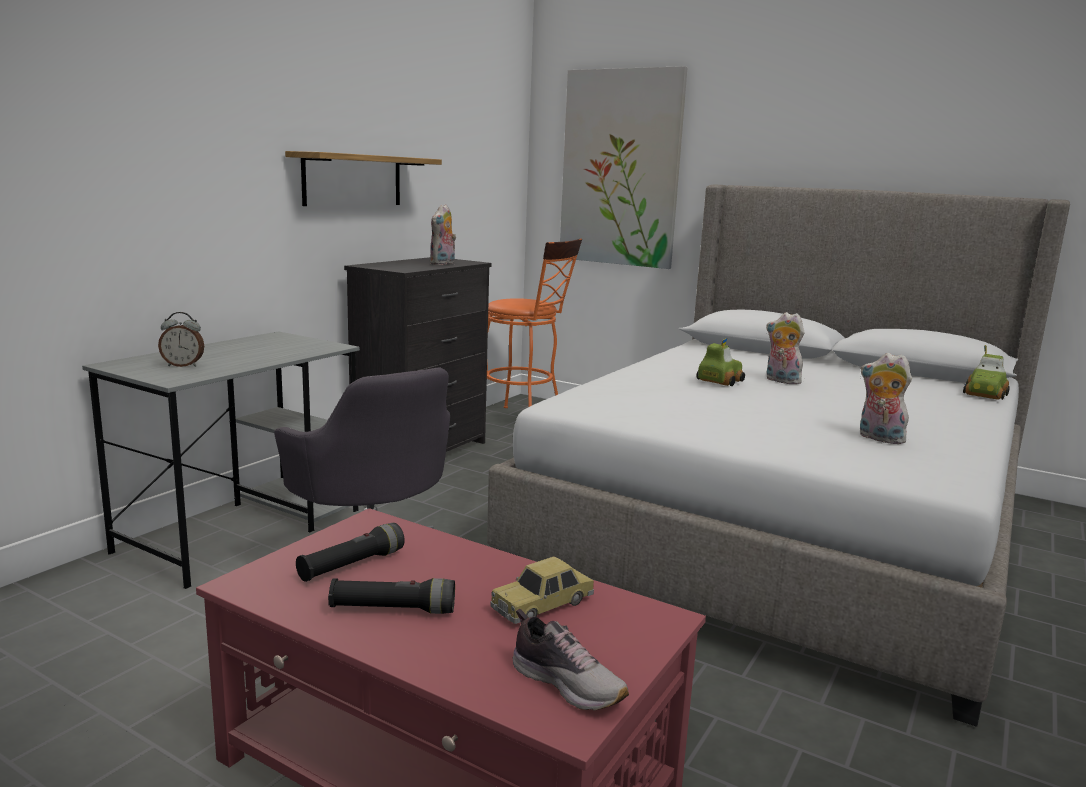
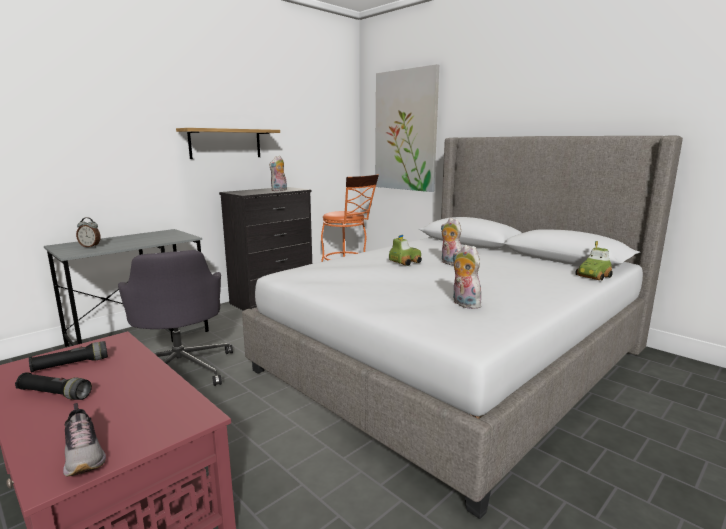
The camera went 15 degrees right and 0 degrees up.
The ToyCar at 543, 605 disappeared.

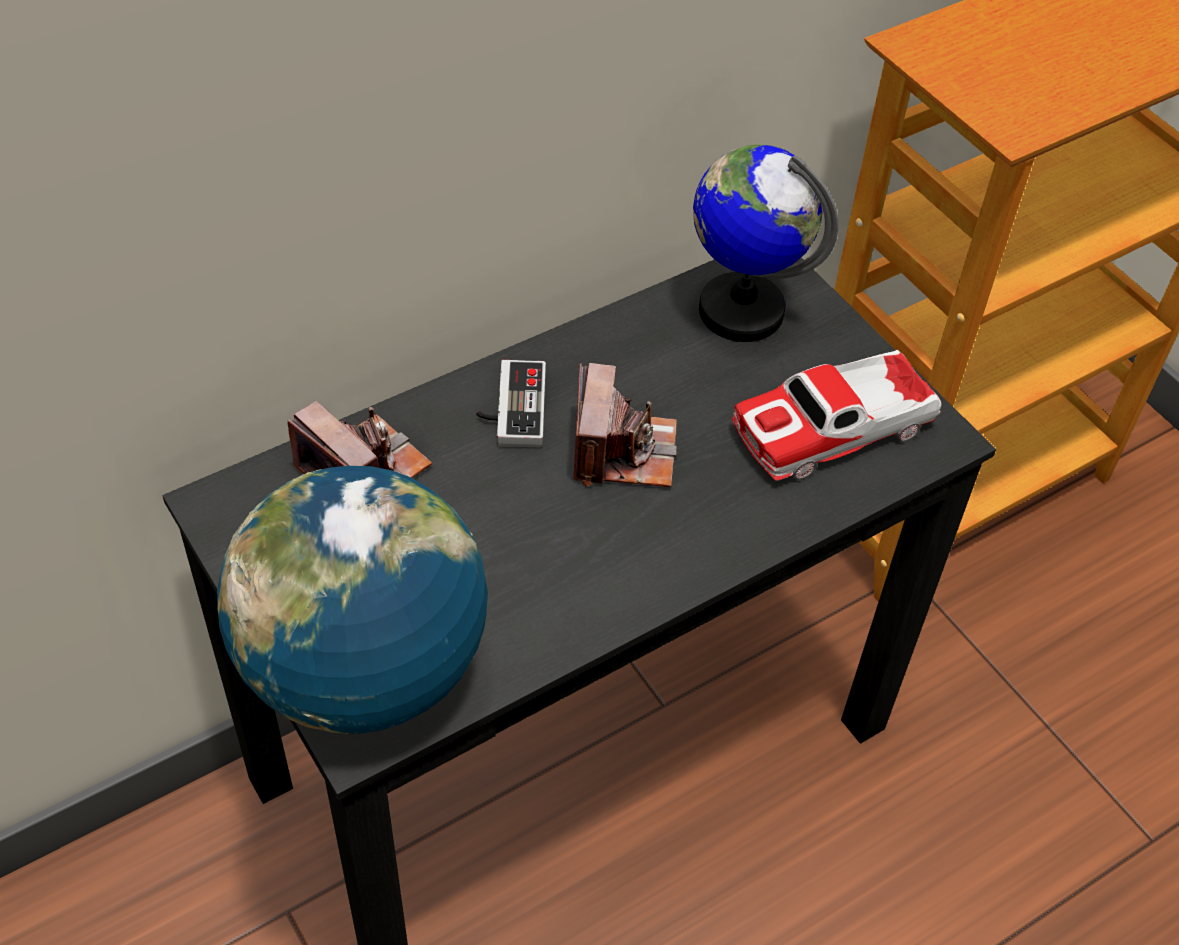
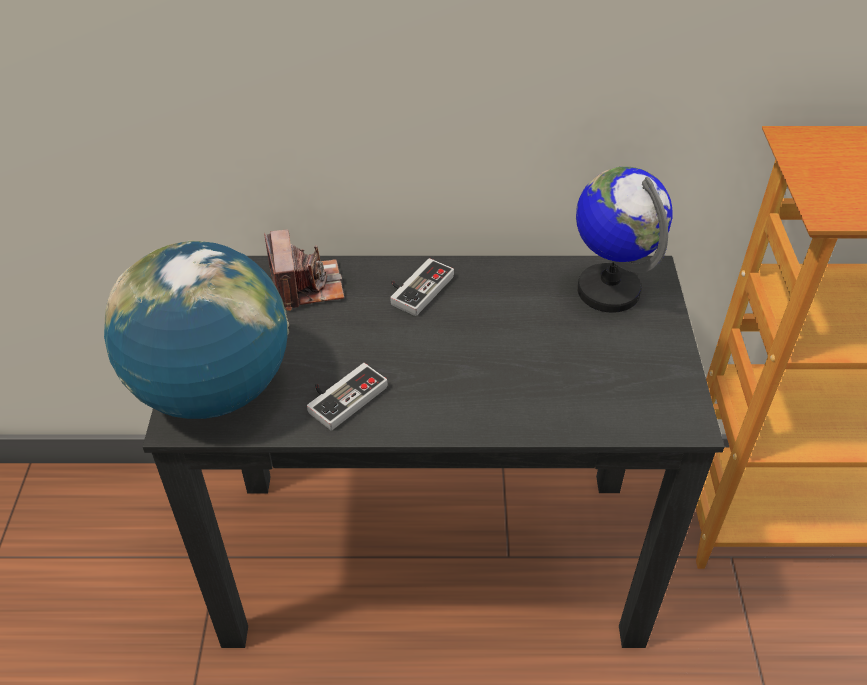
The camera went 35 degrees right and 5 degrees down.
The ToyCar at 833, 428 disappeared.
The StillCamera at 622, 451 disappeared.
The GameController at 342, 395 appeared.

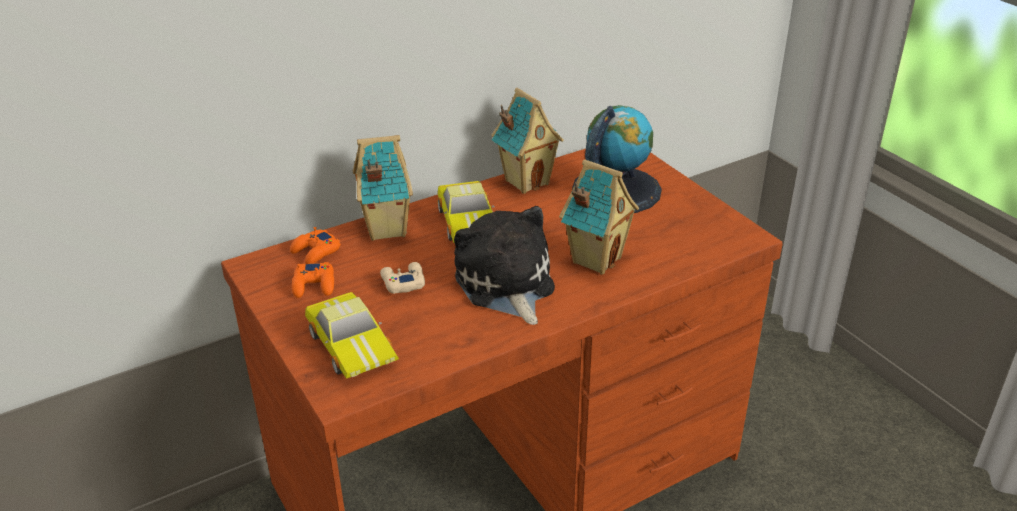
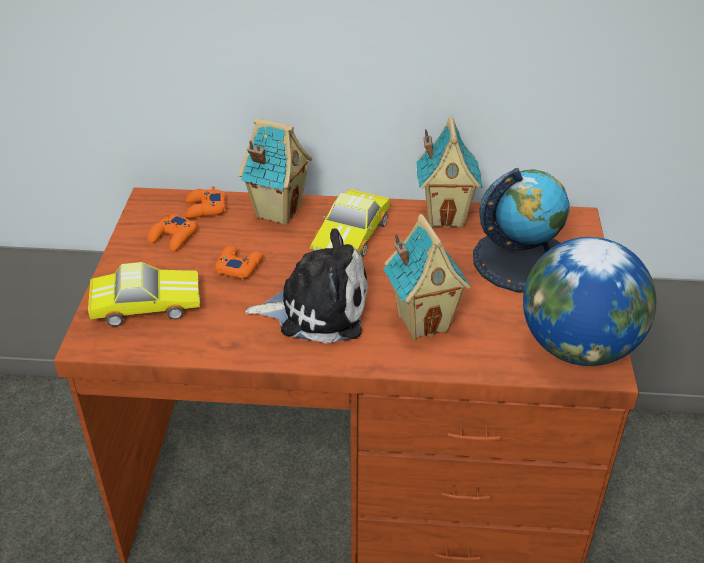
The camera went 35 degrees right and 5 degrees up.
The PlushToy at 506, 285 turned 75 degrees clockwise.
The BeigeGameController at 403, 282 became the OrangeGameController at 239, 266.
The ToyCar at 353, 344 turned 105 degrees counterclockwise.
The WorldGlobe at 578, 347 appeared.

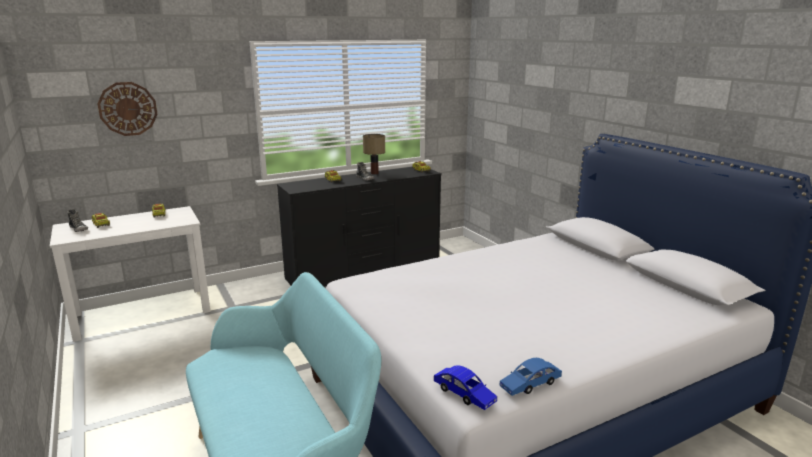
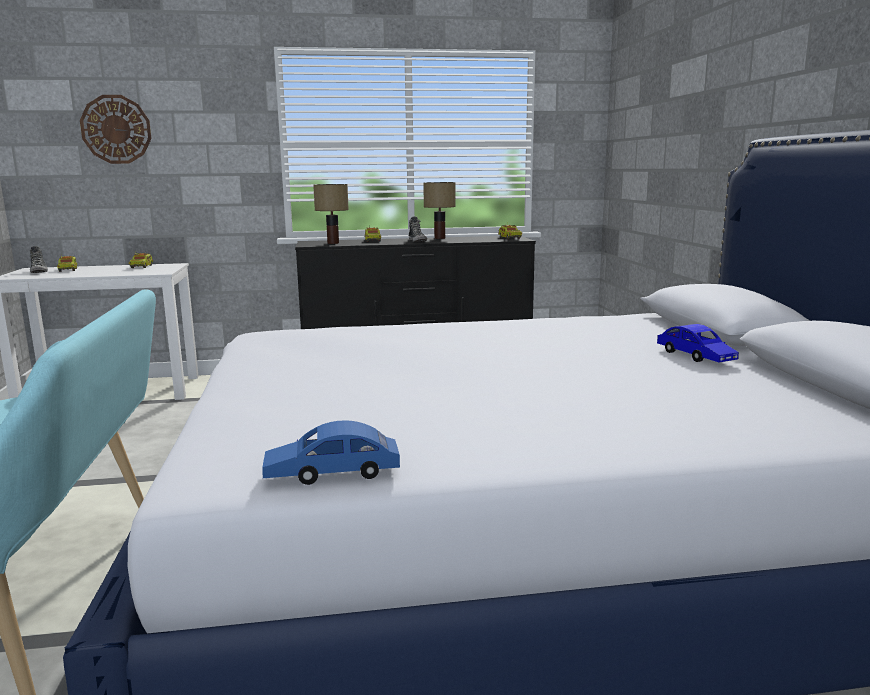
The camera went 20 degrees right and 5 degrees down.
The BluishToyCar moved from 464, 394 to 695, 356.
The LampForATable at 333, 243 appeared.

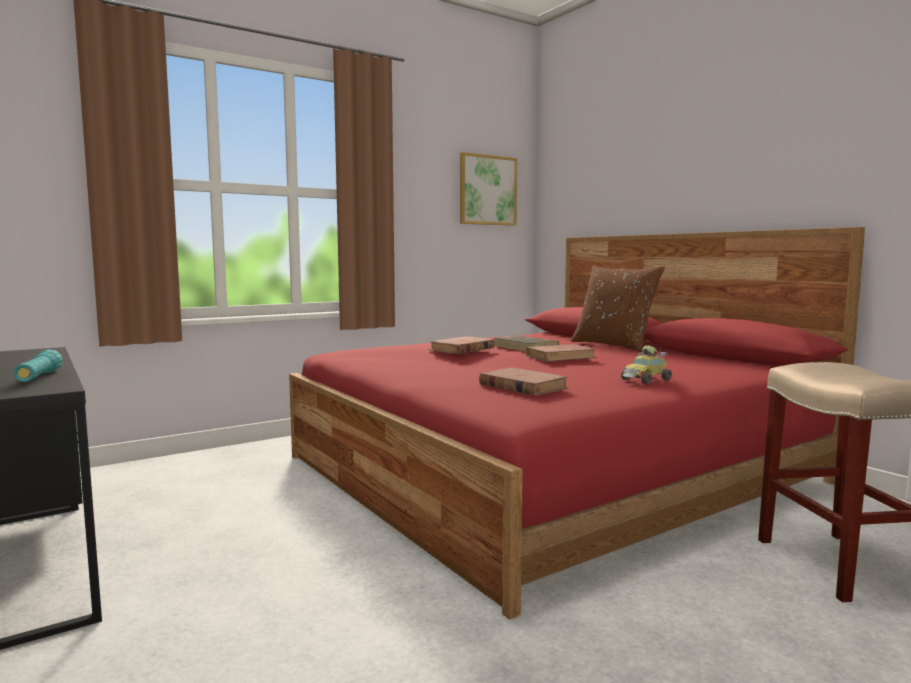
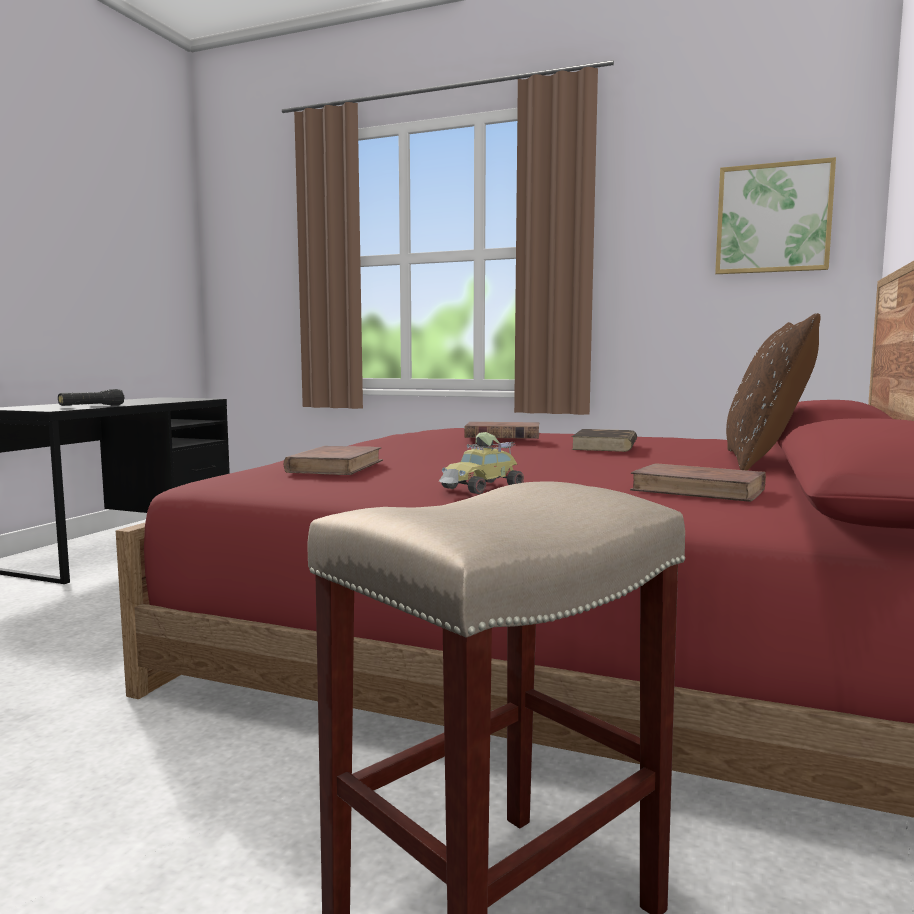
The camera went 55 degrees right and 0 degrees up.
The BrownColouredBoundBook moved from 560, 357 to 698, 490.
The ToyCar at 646, 380 turned 60 degrees counterclockwise.
The TurquoiseTorch at 39, 377 became the BlackishTorch at 92, 406.

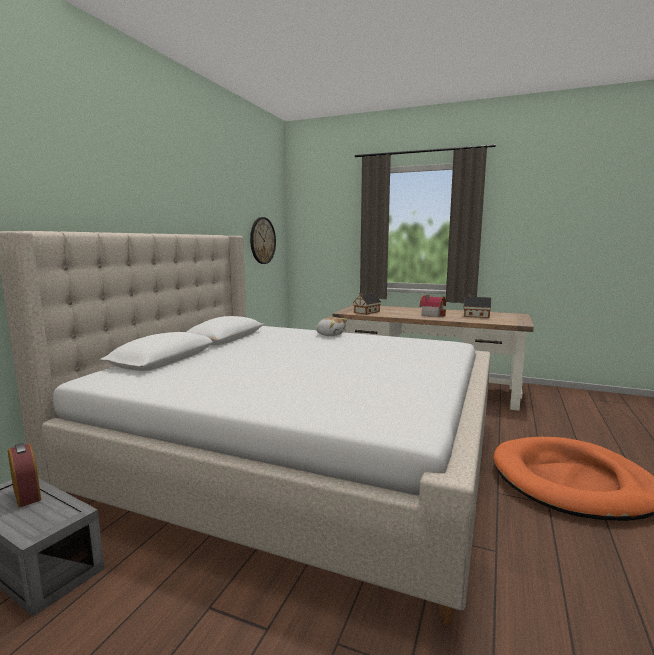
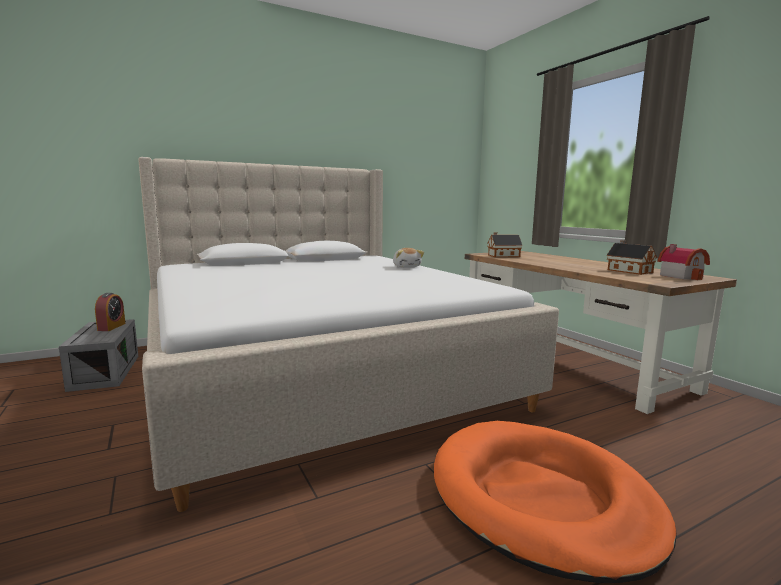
The camera went 40 degrees right and 0 degrees up.
The ClockOnTheWall at 262, 240 disappeared.
The MiniatureHouse moved from 432, 314 to 681, 276.

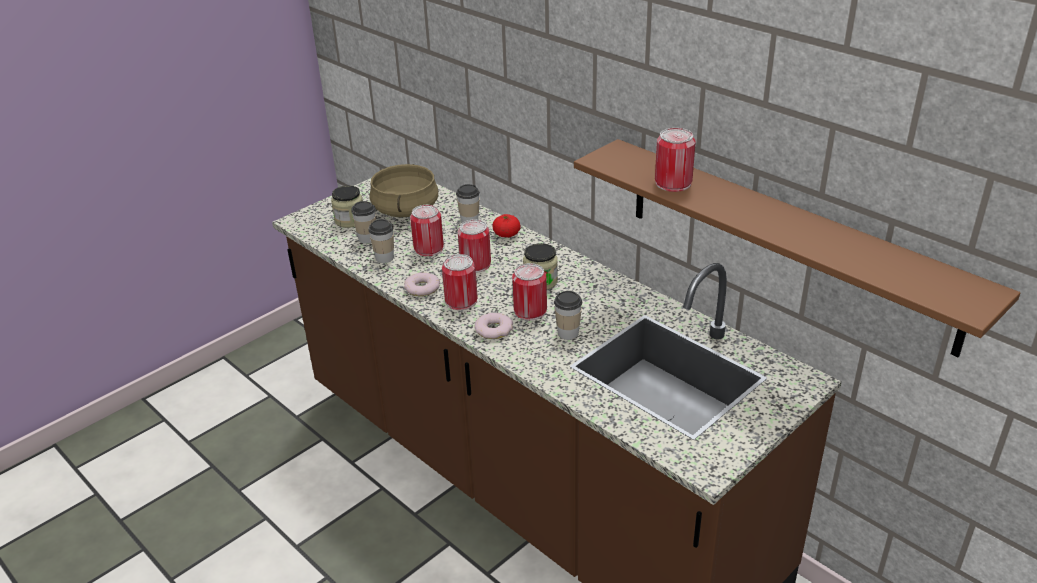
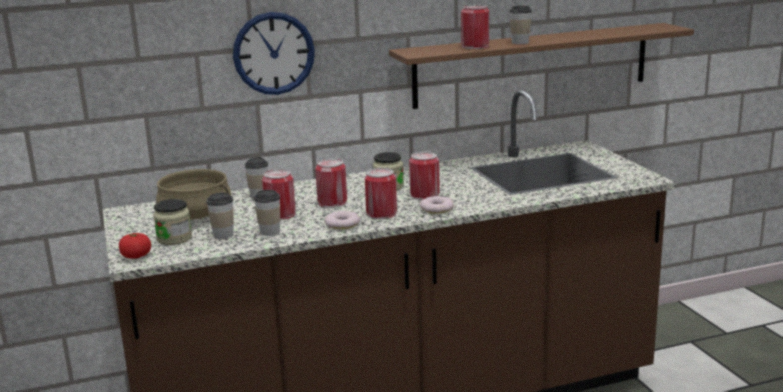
The camera went 65 degrees left and 15 degrees down.
The WholeTomato moved from 506, 234 to 136, 256.
The DrinkingCup moved from 568, 333 to 520, 42.
The ClockOnTheWall at 273, 53 appeared.

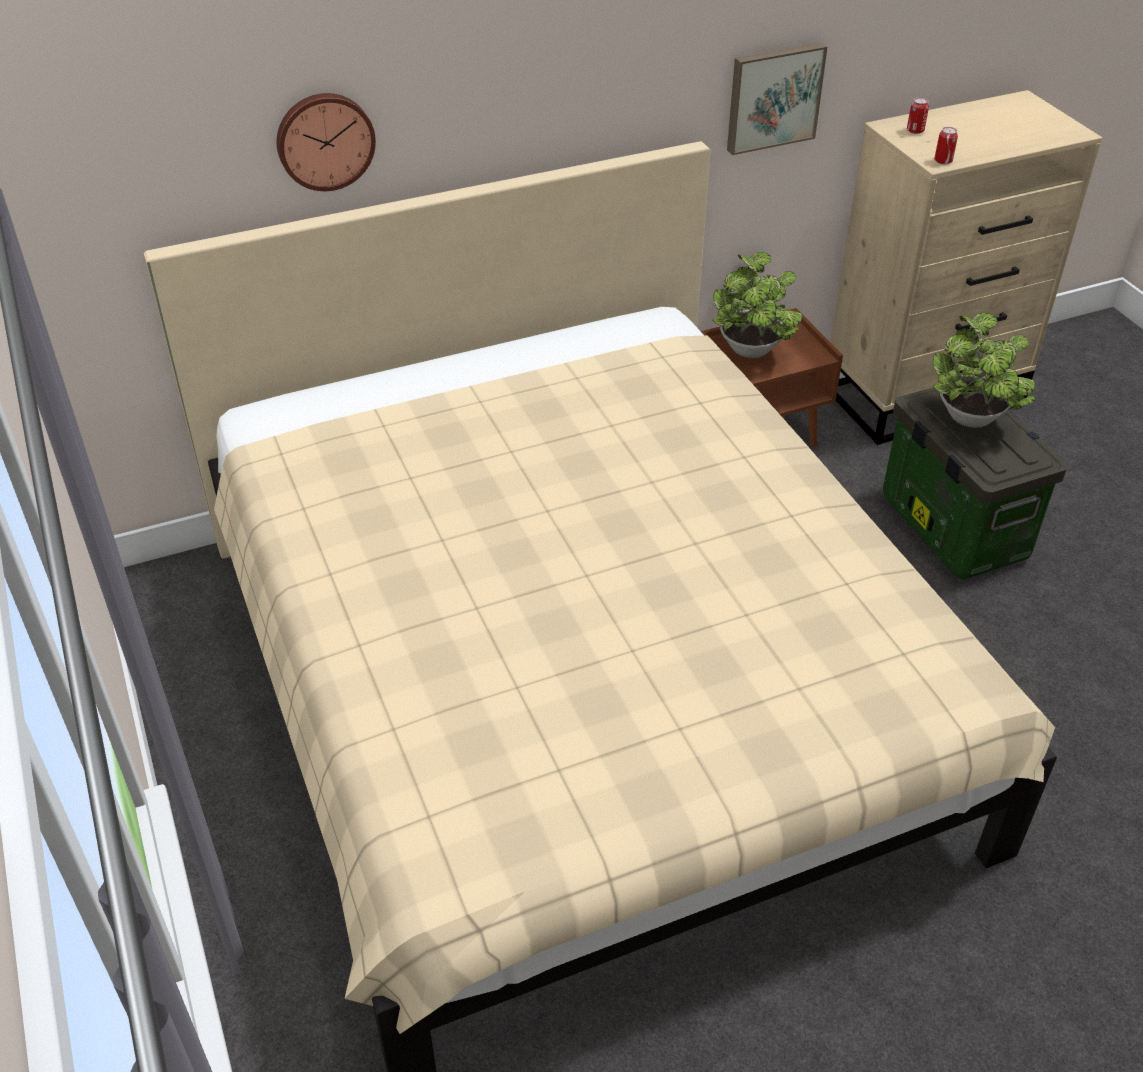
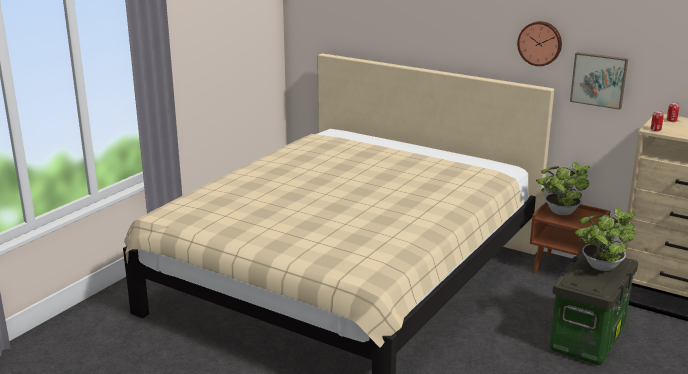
The camera went 55 degrees right and 20 degrees down.
The ClockOnTheWall moved from 324, 140 to 540, 43.

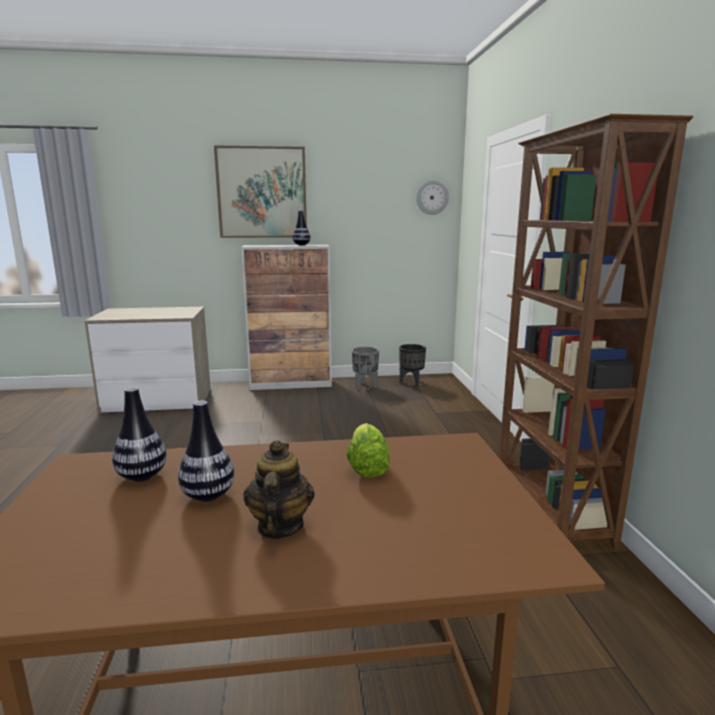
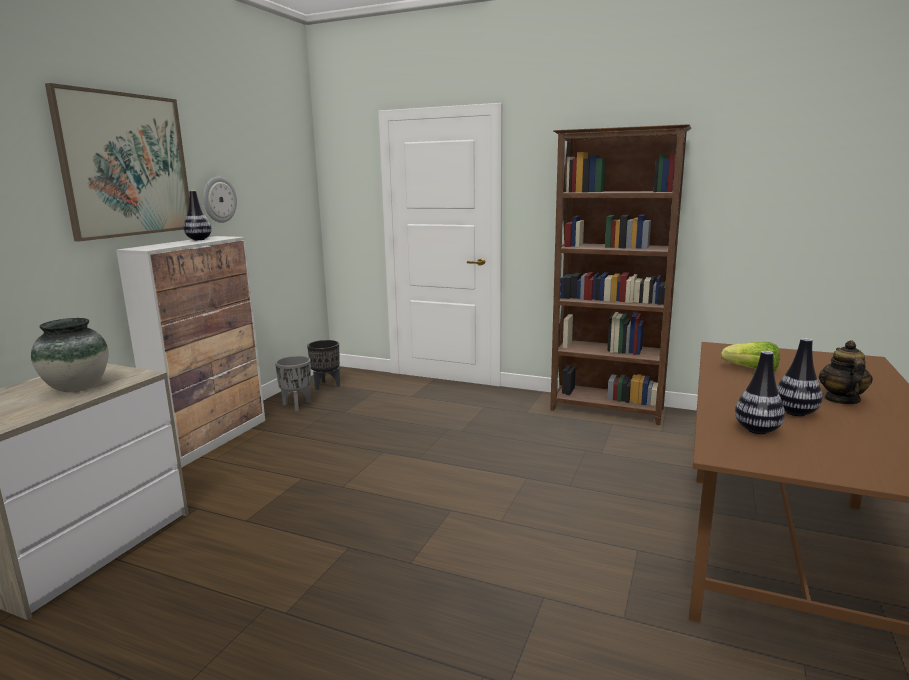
The camera went 60 degrees left and 0 degrees up.
The ClockOnTheWall moved from 432, 197 to 219, 199.
The PotForTea at 279, 526 turned 75 degrees clockwise.
The FlowerVase at 76, 388 appeared.

